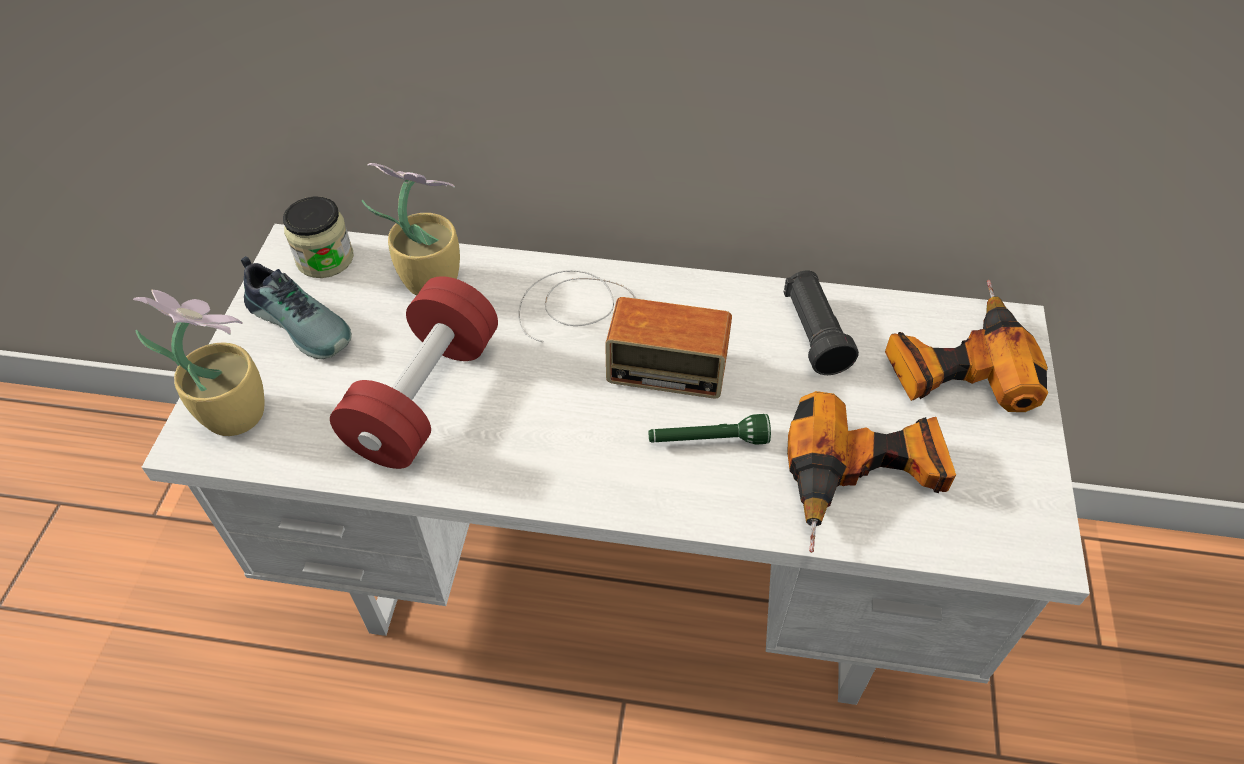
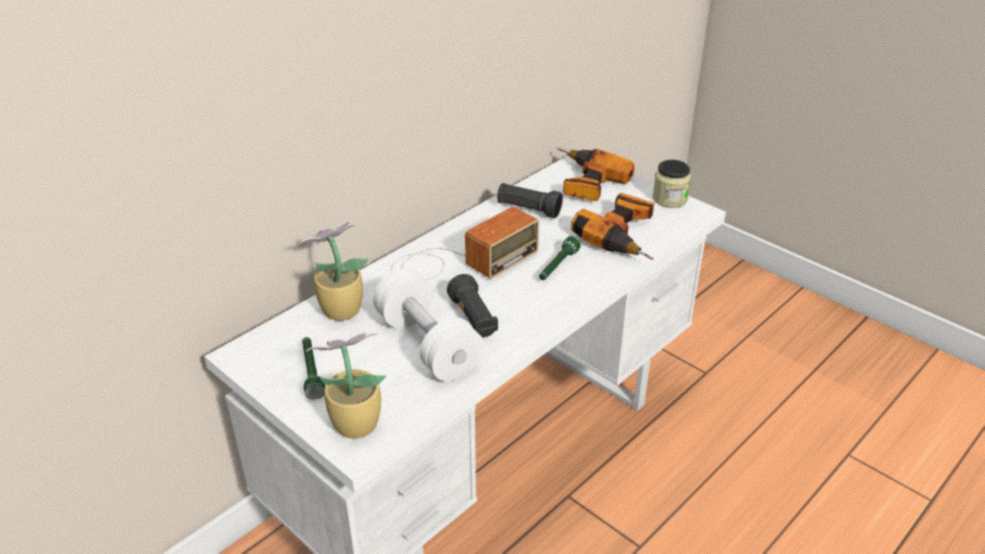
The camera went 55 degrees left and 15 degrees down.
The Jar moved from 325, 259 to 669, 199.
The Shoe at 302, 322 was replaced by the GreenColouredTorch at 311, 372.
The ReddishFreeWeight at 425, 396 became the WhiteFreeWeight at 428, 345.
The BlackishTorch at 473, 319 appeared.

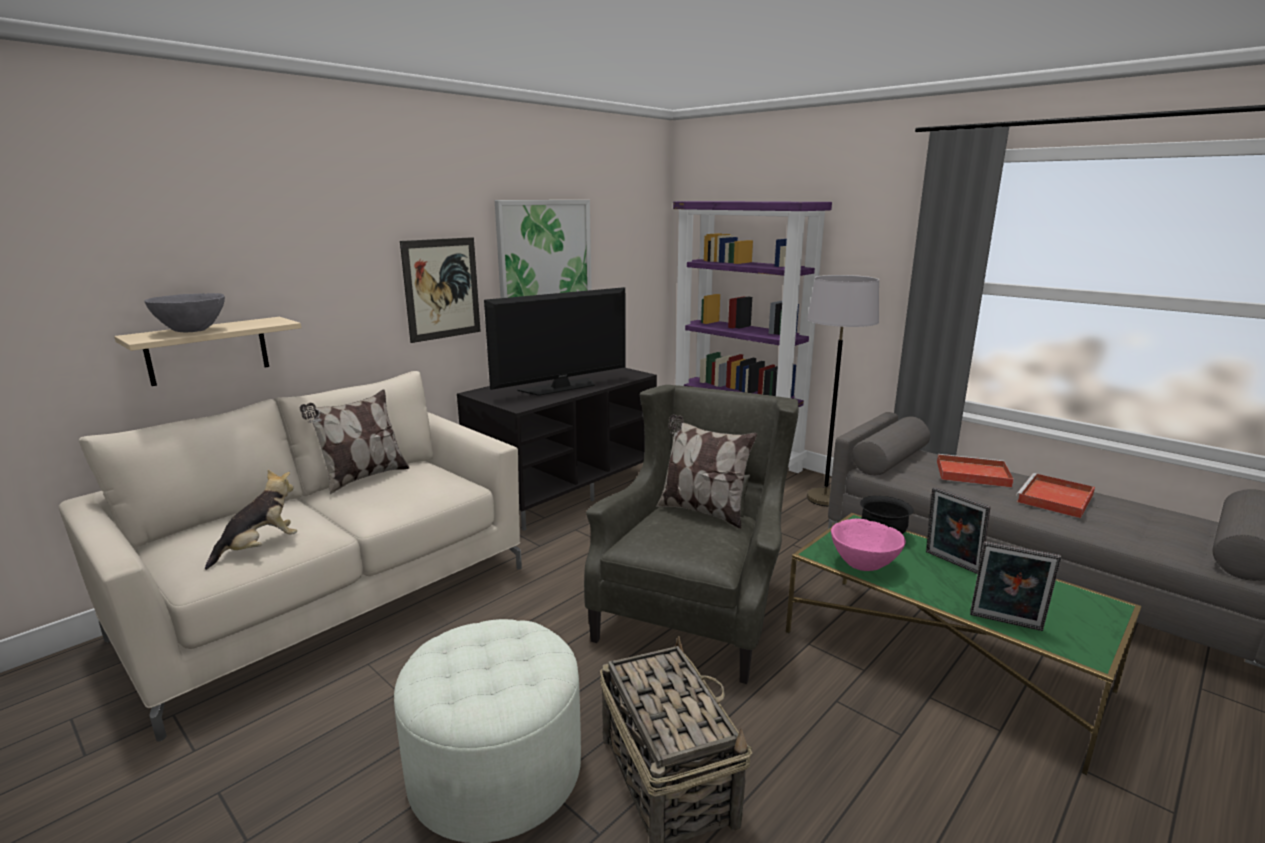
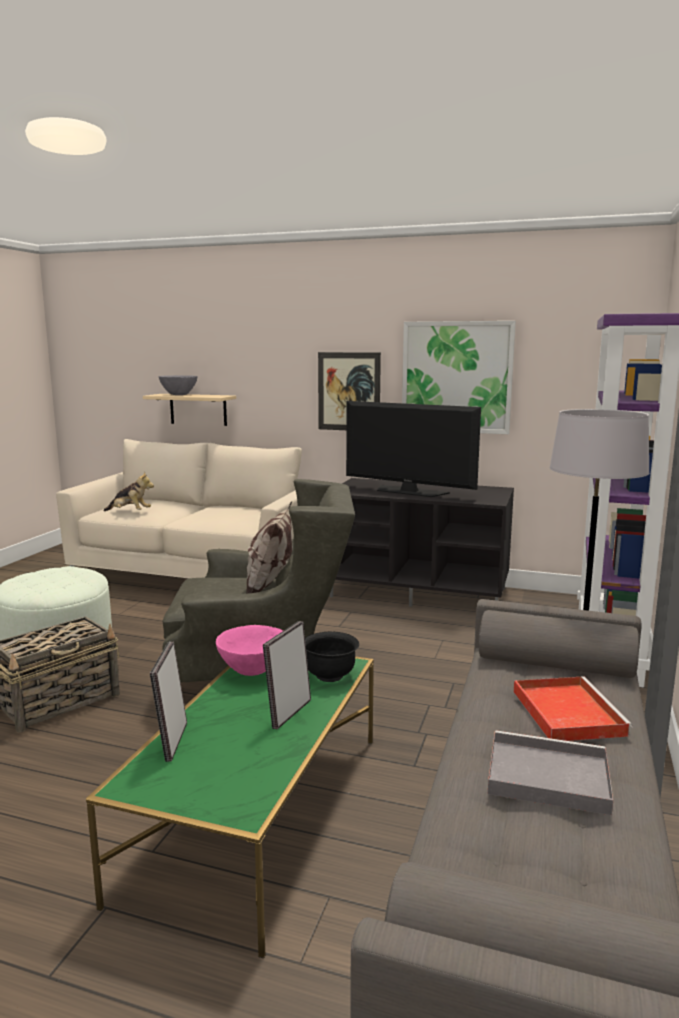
The camera went 65 degrees right and 5 degrees down.
The ThrowPillow at 362, 477 disappeared.
The ReddishServingTray at 1055, 499 became the GreyishServingTray at 545, 776.

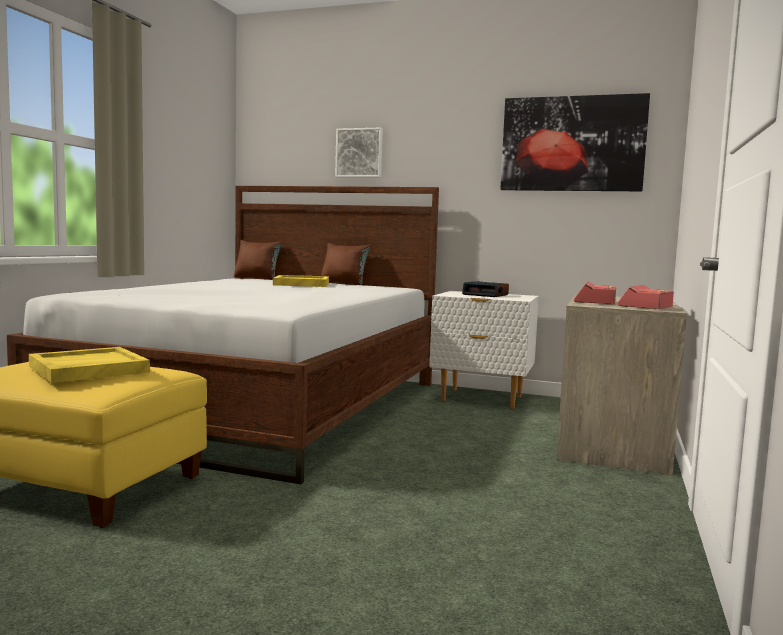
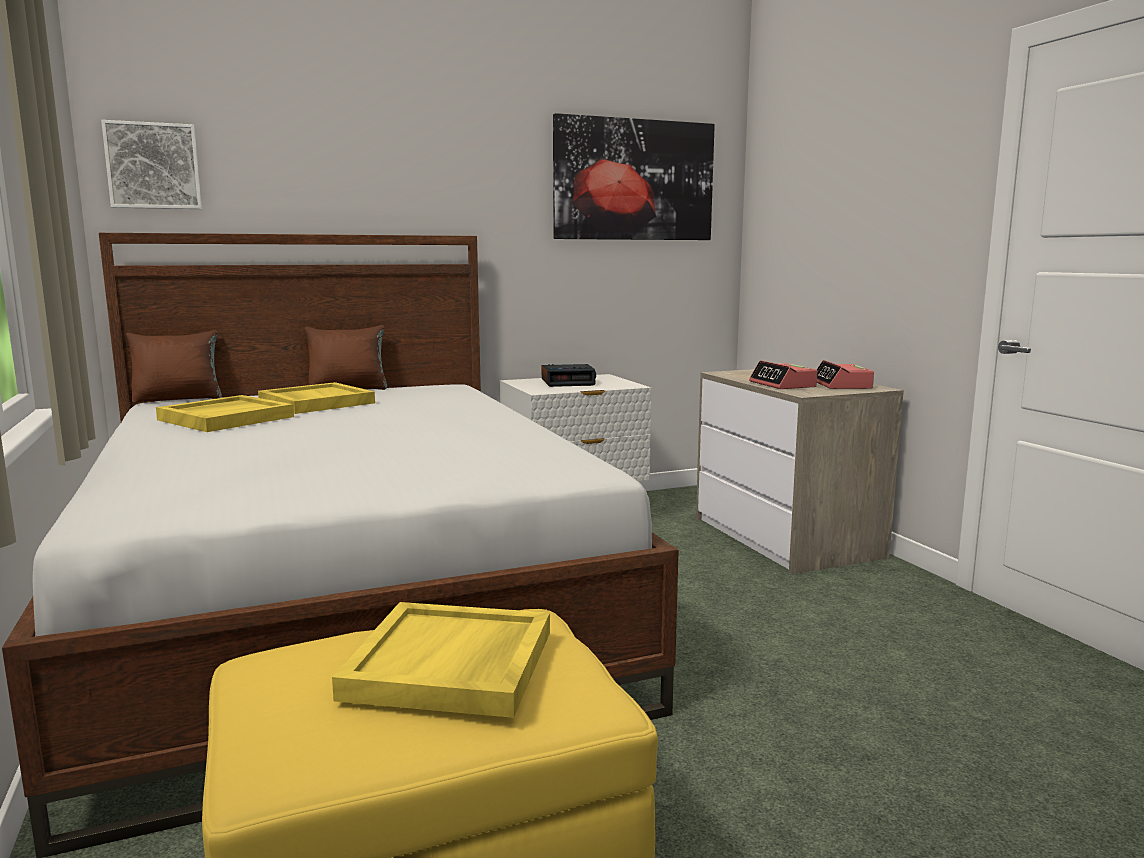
The camera went 40 degrees left and 5 degrees up.
The Picture moved from 359, 153 to 153, 166.
The YellowColouredServingTray at 226, 418 appeared.

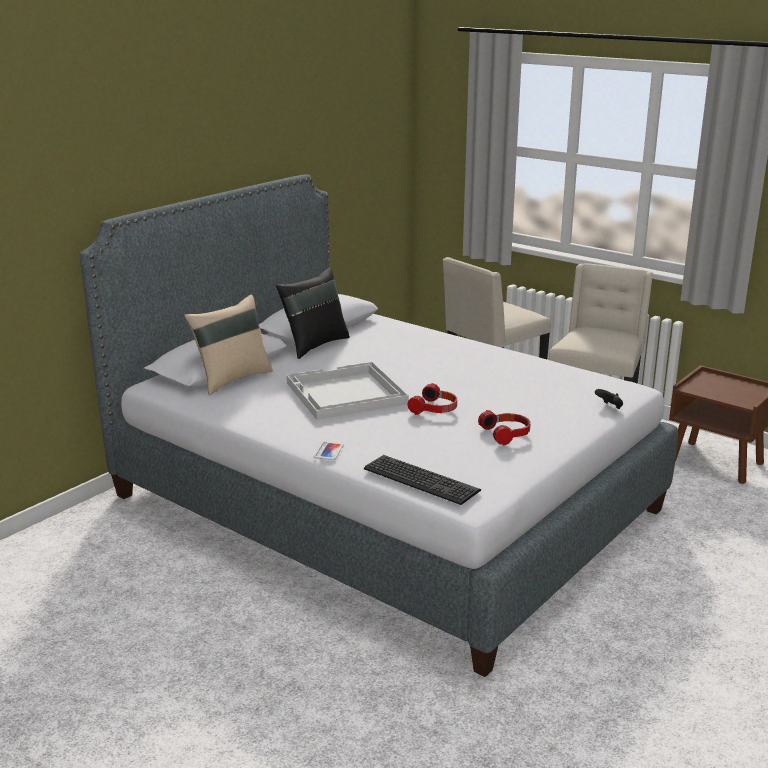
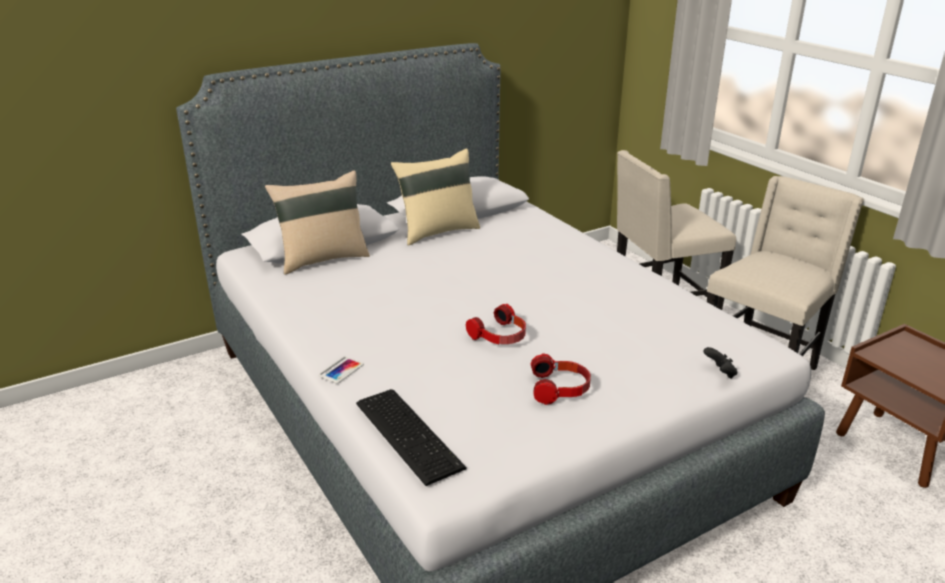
The camera went 20 degrees right and 5 degrees up.
The BlackishThrowPillow at 314, 345 became the BeigeThrowPillow at 437, 231.
The WhiteServingTray at 345, 393 disappeared.

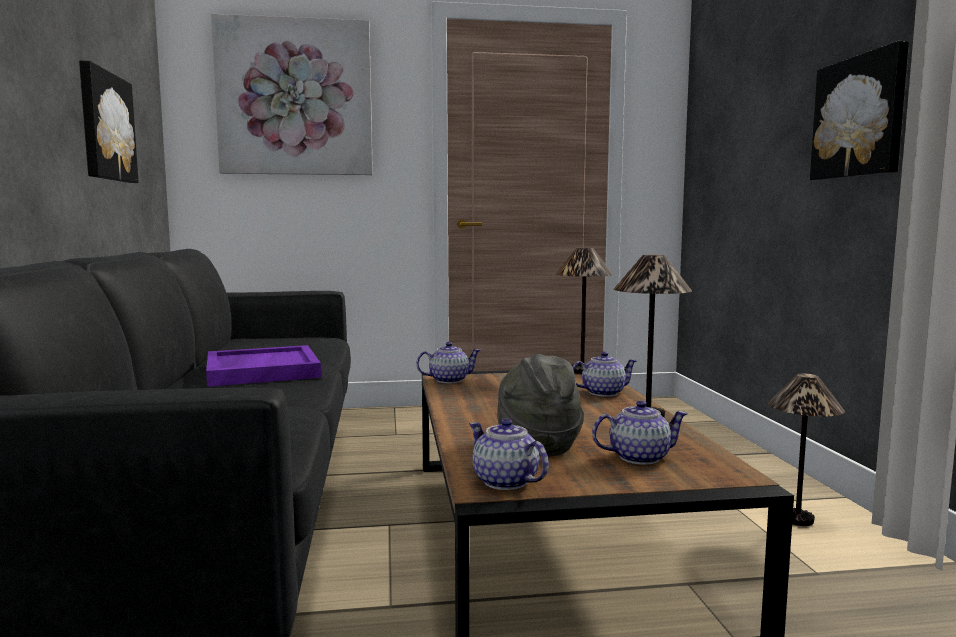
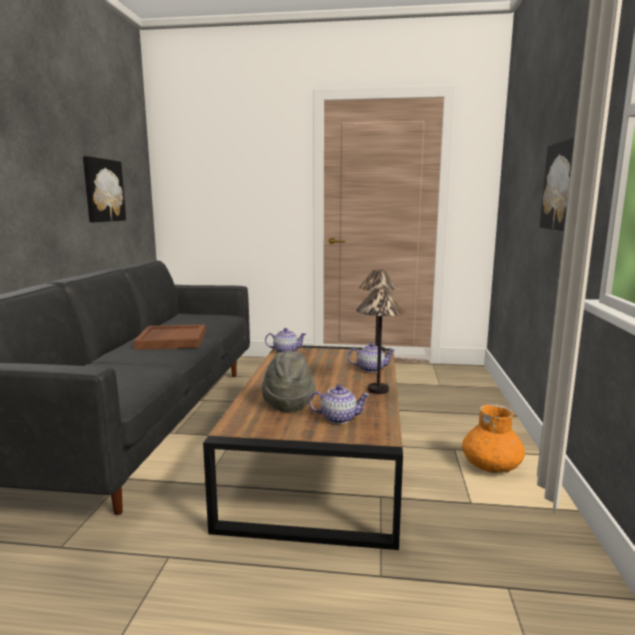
The camera went 15 degrees right and 5 degrees up.
The Picture at 295, 98 disappeared.
The PurplishServingTray at 261, 370 became the BrownColouredServingTray at 171, 340.
The LampForATable at 798, 519 was replaced by the OrangeFlowerVase at 491, 466.
The PotForTea at 505, 482 disappeared.

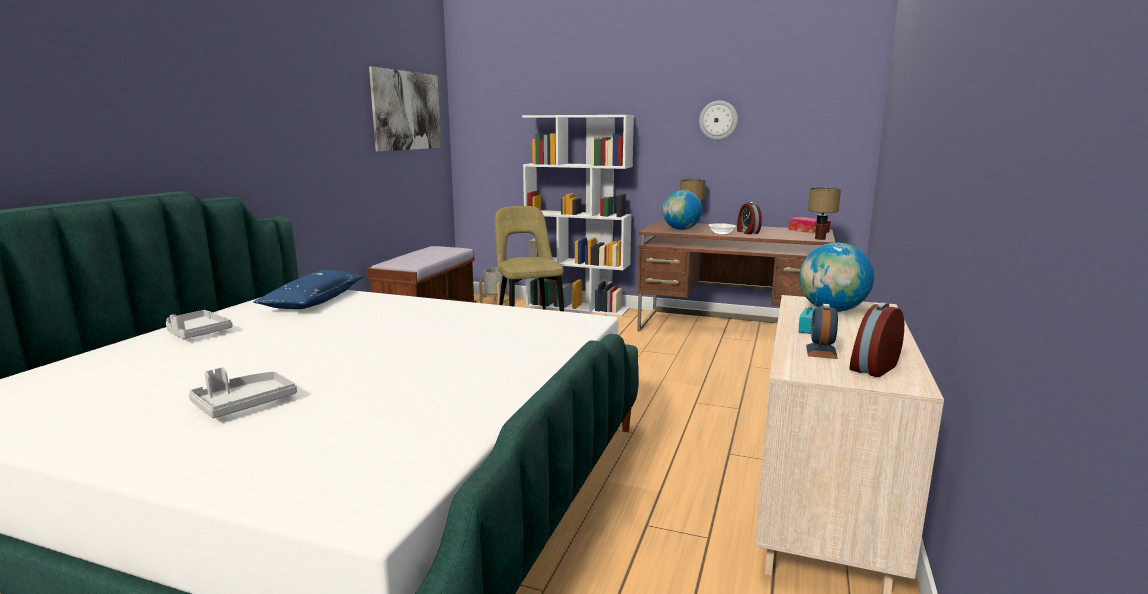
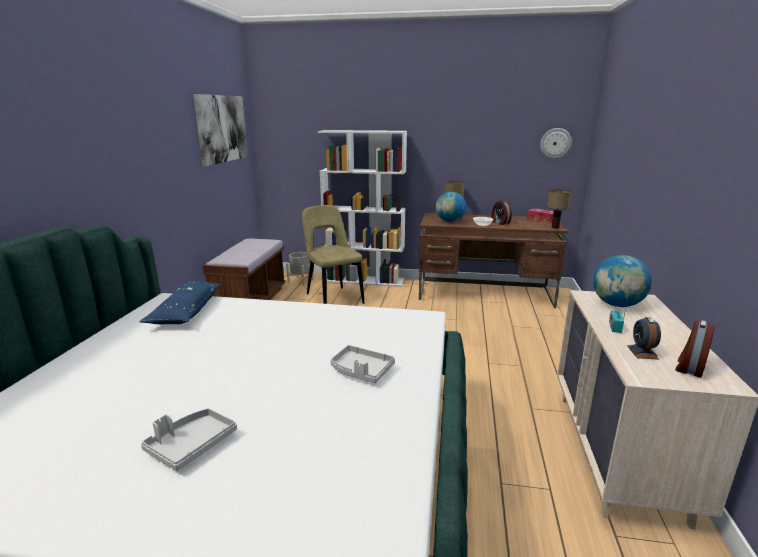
The camera went 10 degrees left and 5 degrees up.
The ClockOnTheWall moved from 718, 120 to 555, 143.
The GreyishServingTray moved from 196, 333 to 361, 371.

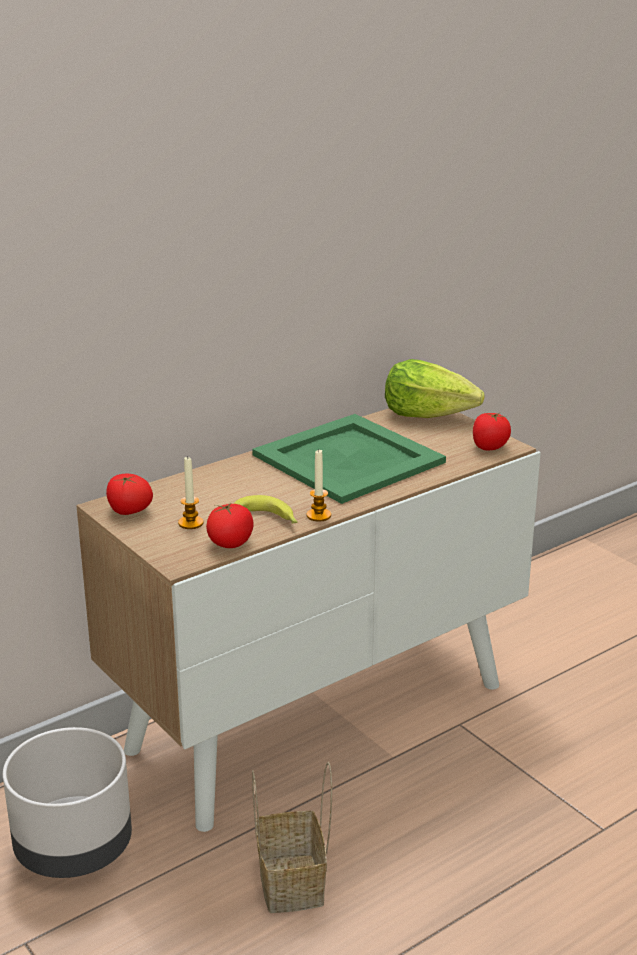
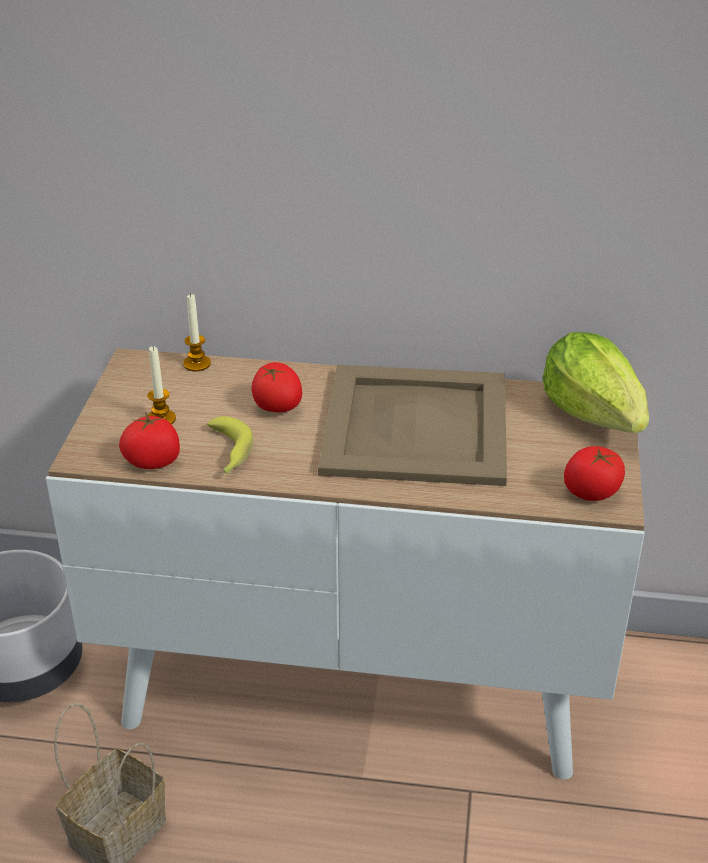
The camera went 45 degrees right and 10 degrees up.
The GreenColouredServingTray at 346, 458 became the BeigeServingTray at 414, 424.
The Candle moved from 318, 515 to 197, 364.
The WholeTomato moved from 129, 511 to 277, 406.

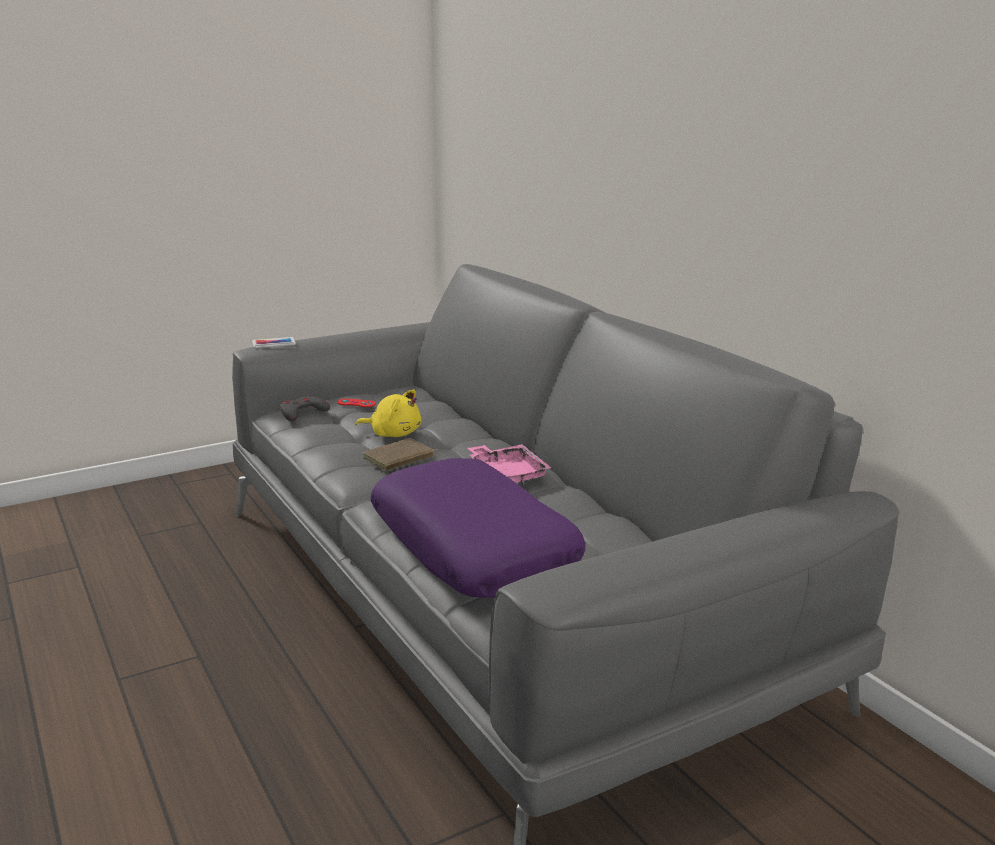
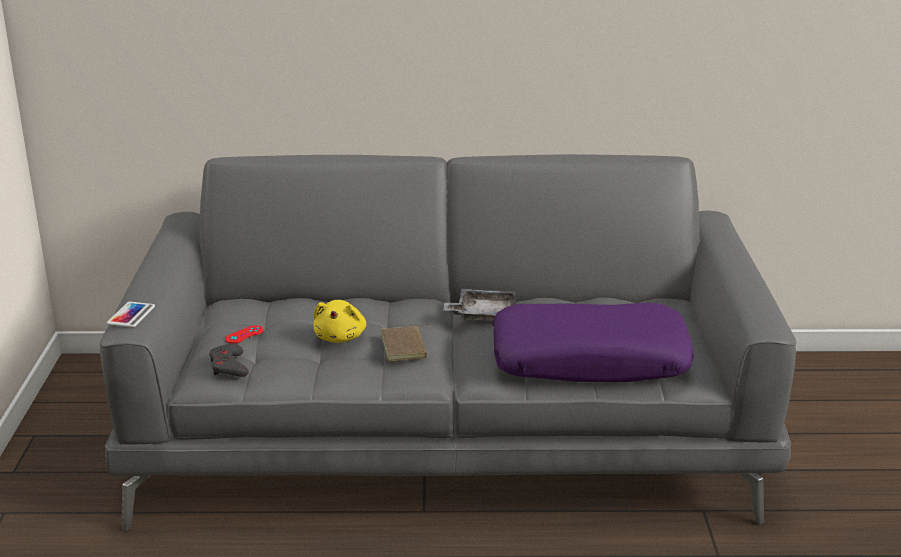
The camera went 60 degrees left and 5 degrees up.
The YellowColouredPlushToy at 393, 434 turned 135 degrees clockwise.
The PinkishServingTray at 507, 474 became the GreyishServingTray at 483, 314.

